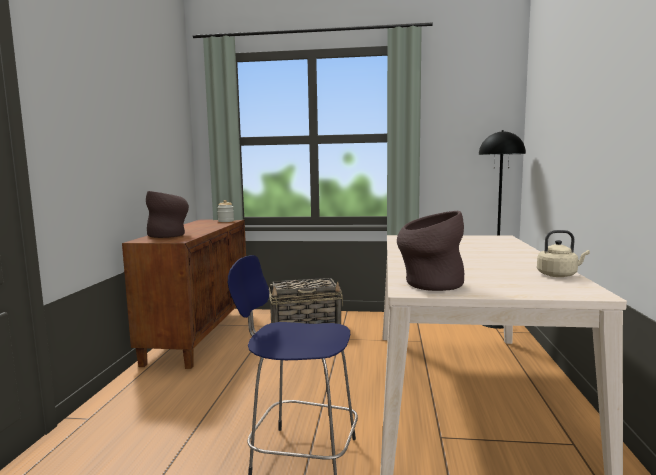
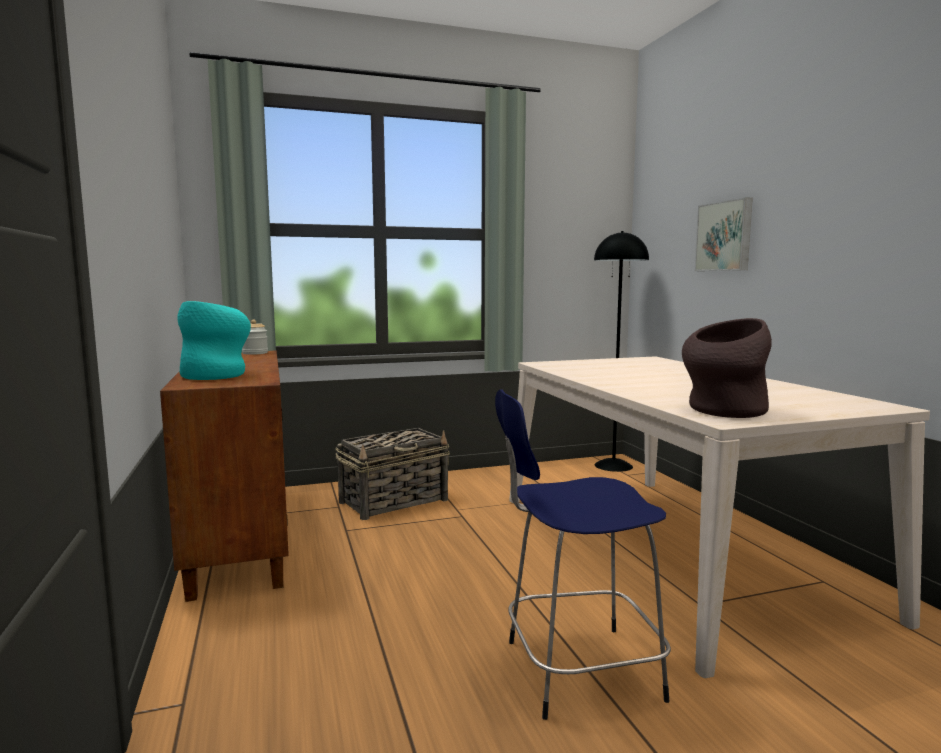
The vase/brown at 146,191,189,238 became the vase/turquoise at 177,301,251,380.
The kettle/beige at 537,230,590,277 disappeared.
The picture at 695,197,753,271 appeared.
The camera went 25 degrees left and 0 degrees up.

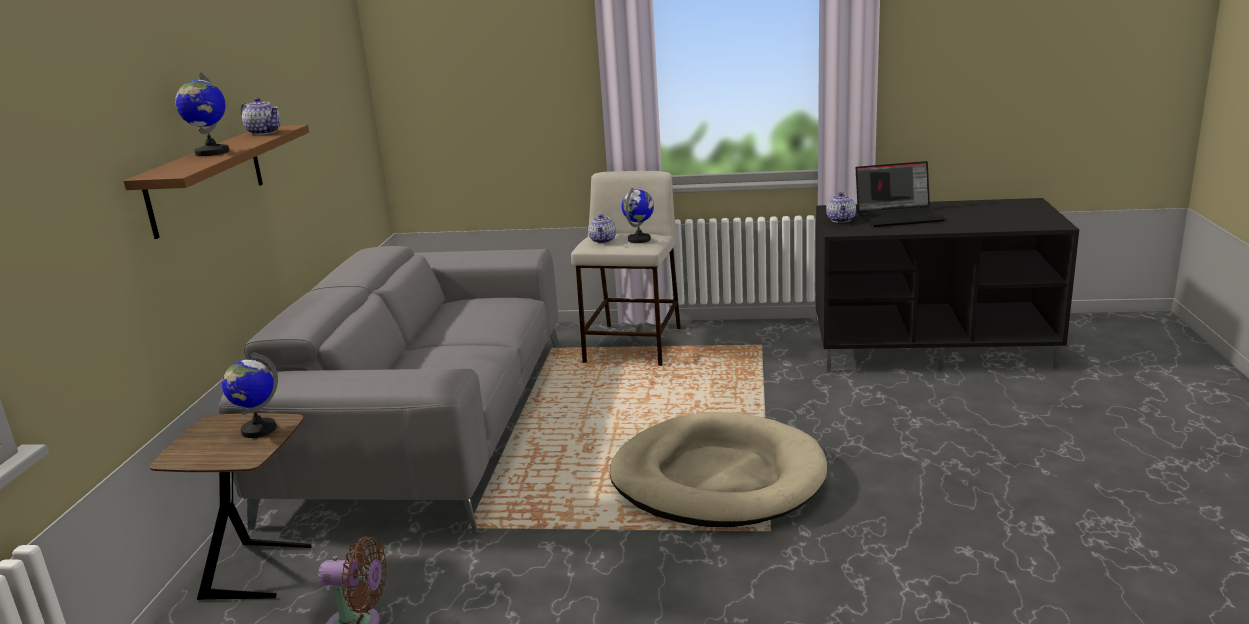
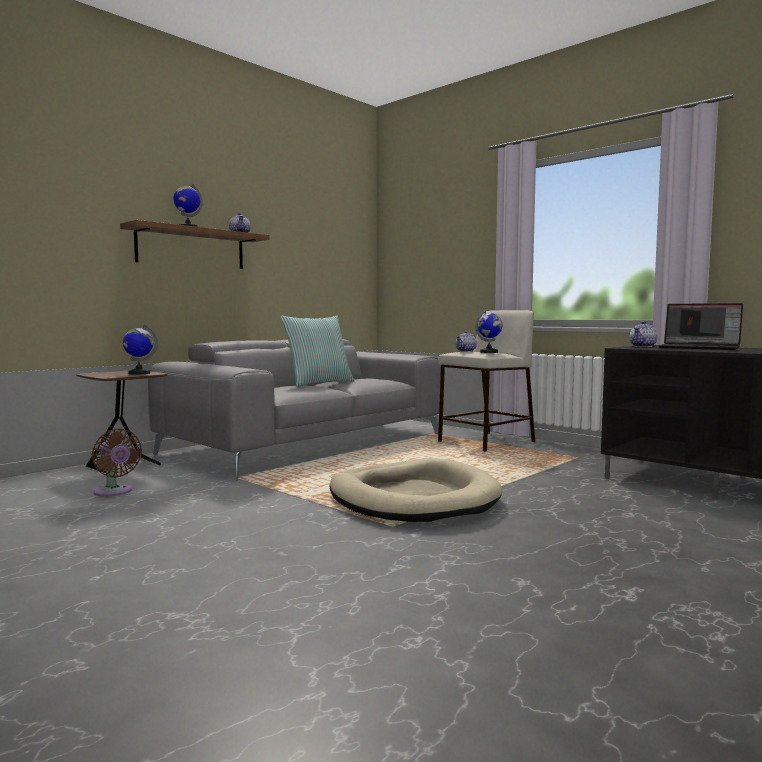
The pillow at 280,315,354,387 appeared.
The camera went 35 degrees right and 15 degrees down.

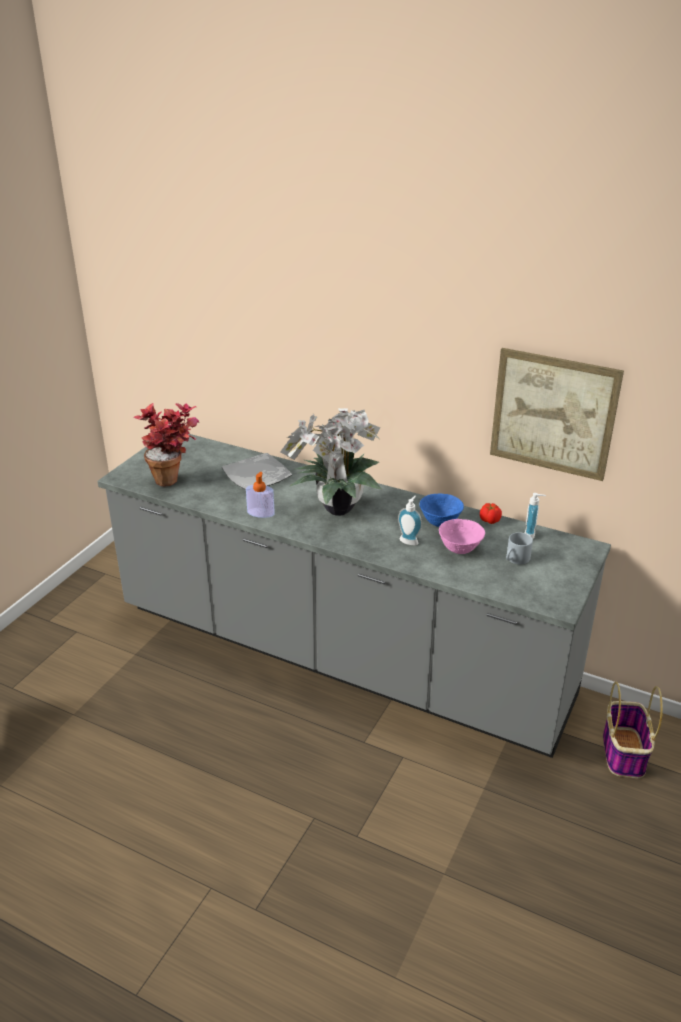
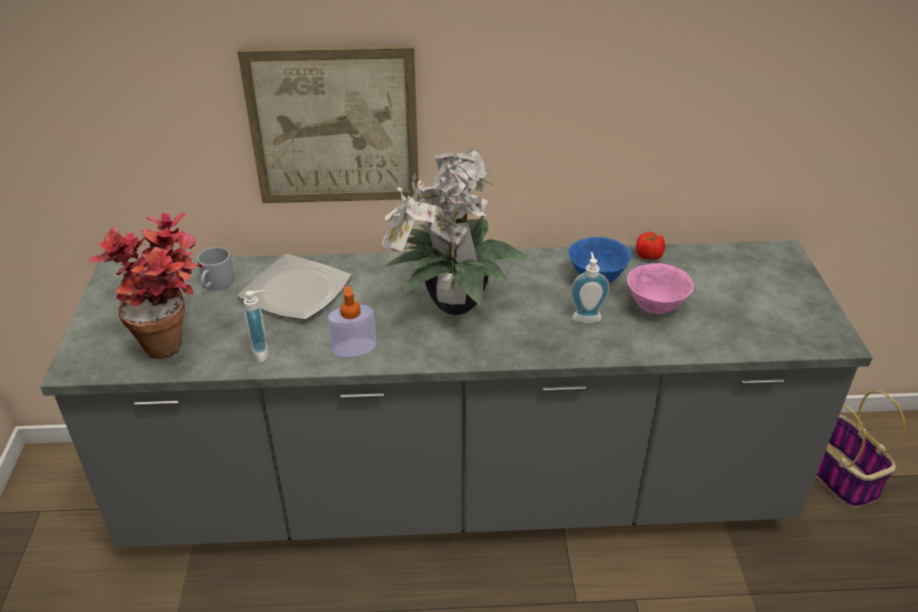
The picture moved from 490,348,624,481 to 238,46,419,203.
The soap dispenser moved from 525,493,546,539 to 244,290,269,362.
The mug/grey moved from 506,532,533,564 to 197,247,235,290.
The camera went 30 degrees left and 5 degrees up.

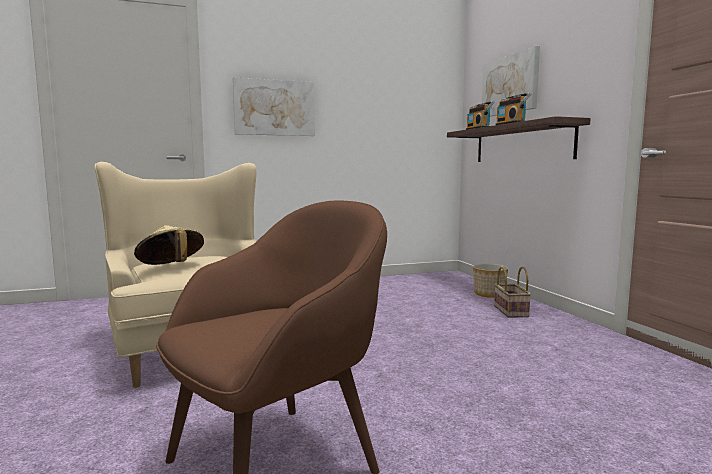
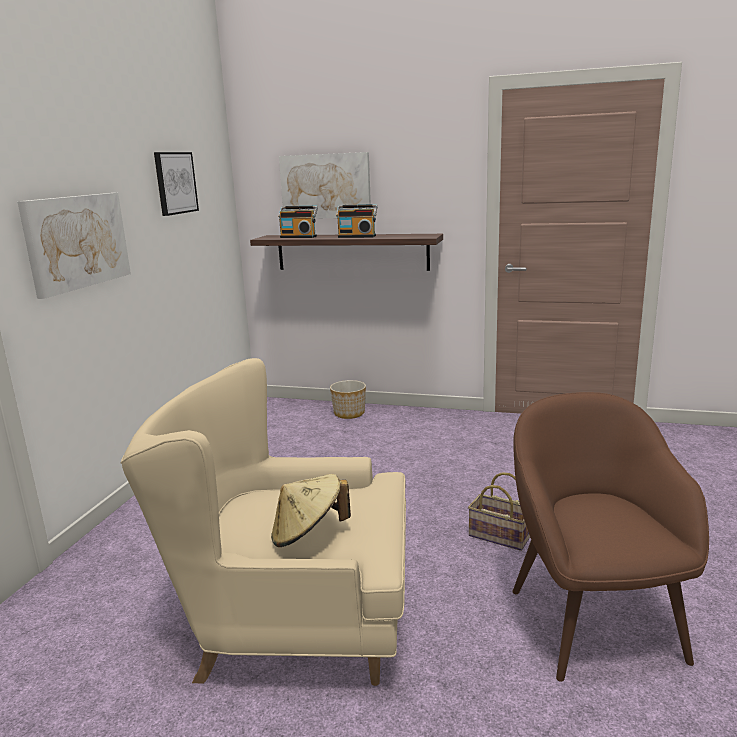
The basket moved from 494,266,531,318 to 468,472,530,551.
The picture at 154,152,199,216 appeared.
The camera went 55 degrees left and 10 degrees up.

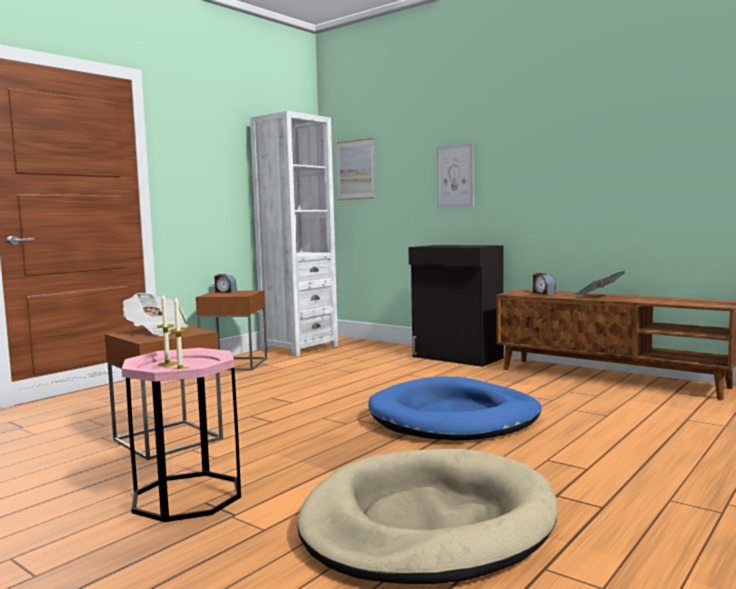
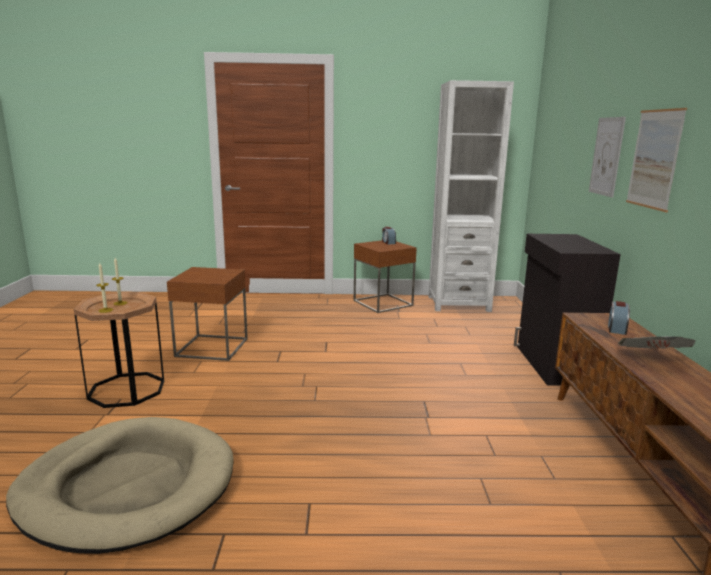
The picture moved from 337,138,375,200 to 626,108,687,212.
The newspaper at 123,293,188,336 disappeared.
The side table/pink at 122,348,241,522 became the side table/brown at 74,292,164,408.
The dog bed/blue at 368,377,542,441 disappeared.
The camera went 50 degrees right and 10 degrees up.

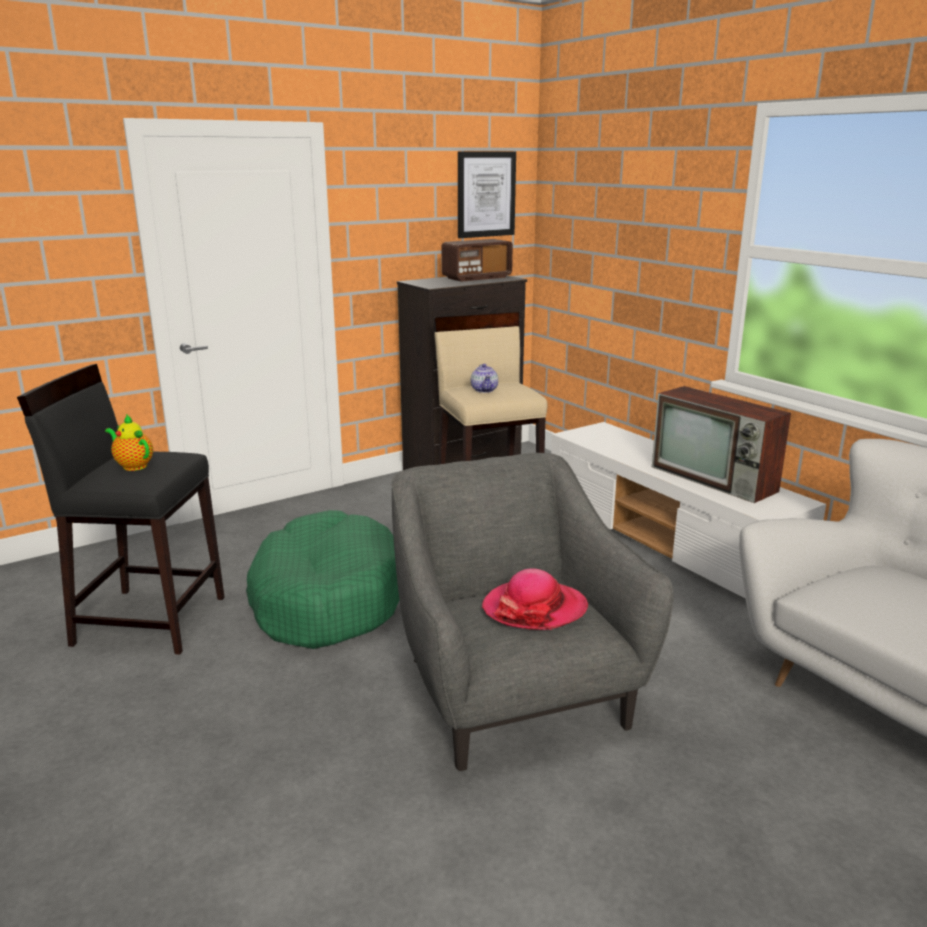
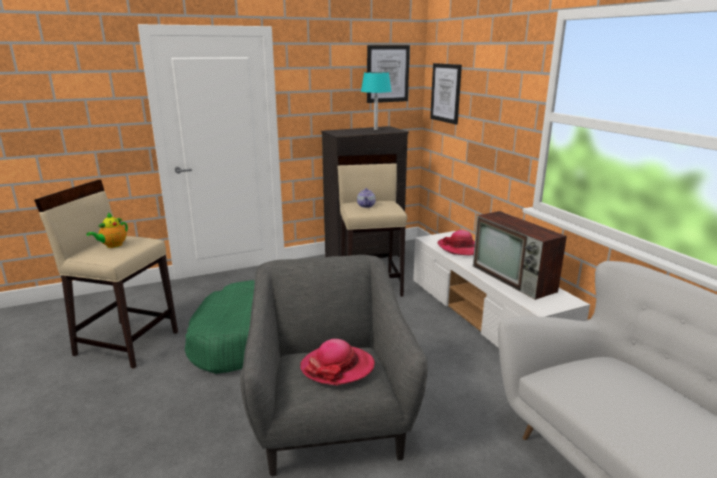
The radio at 441,239,513,282 was replaced by the table lamp/turquoise at 361,72,392,130.
The stool/black at 17,364,225,655 became the stool/beige at 34,179,178,369.
The teapot at 105,414,153,471 turned 105 degrees counterclockwise.
The picture at 430,63,462,125 appeared.
The hat at 437,230,475,255 appeared.
The camera went 10 degrees right and 0 degrees up.

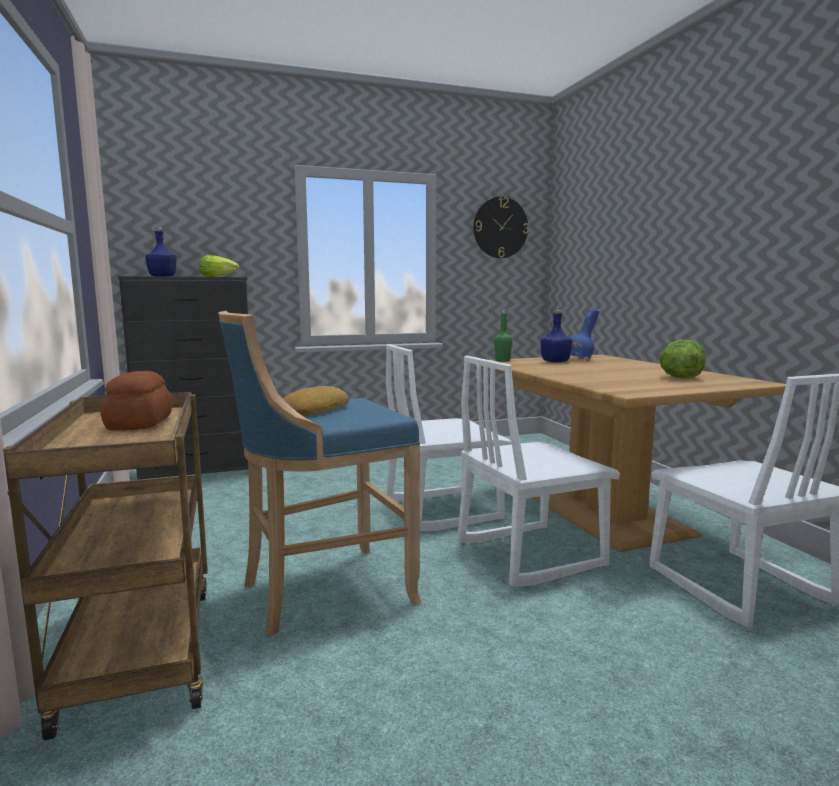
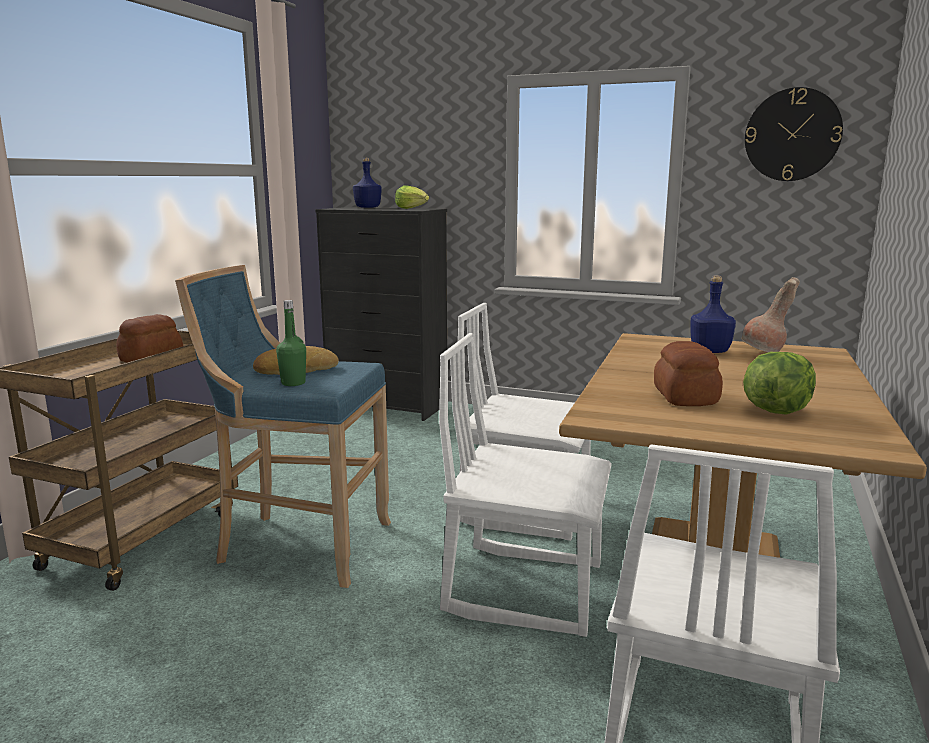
The bottle/green moved from 494,309,512,362 to 276,300,306,386.
The vase/blue at 571,309,600,359 became the vase/brown at 741,277,800,352.
The bread at 654,341,723,406 appeared.
The camera went 40 degrees right and 5 degrees up.

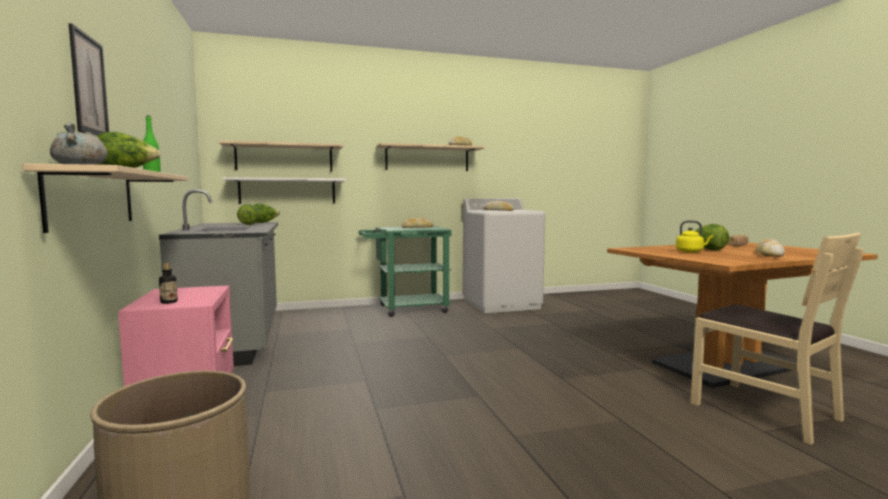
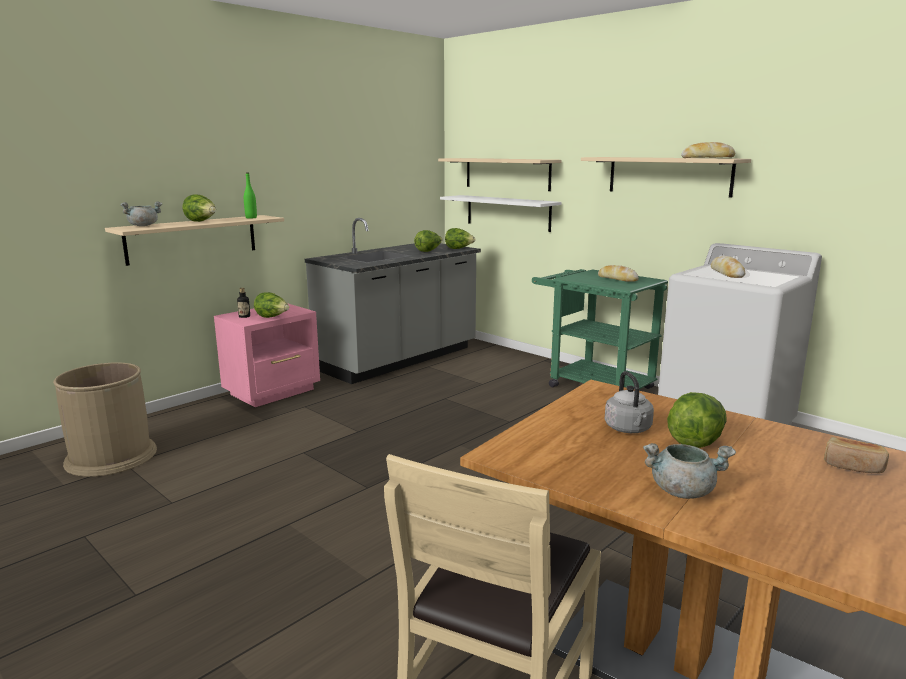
The picture at 69,23,109,136 disappeared.
The kettle/yellow at 676,221,713,253 became the kettle/grey at 605,371,654,433.
The bread at 756,239,785,257 was replaced by the cooking pot/grey at 643,443,736,499.
The lettuce at 254,292,289,318 appeared.
The camera went 60 degrees right and 10 degrees up.

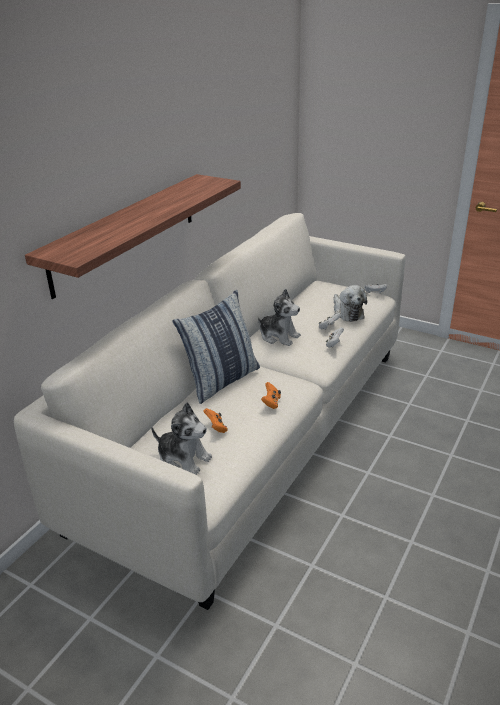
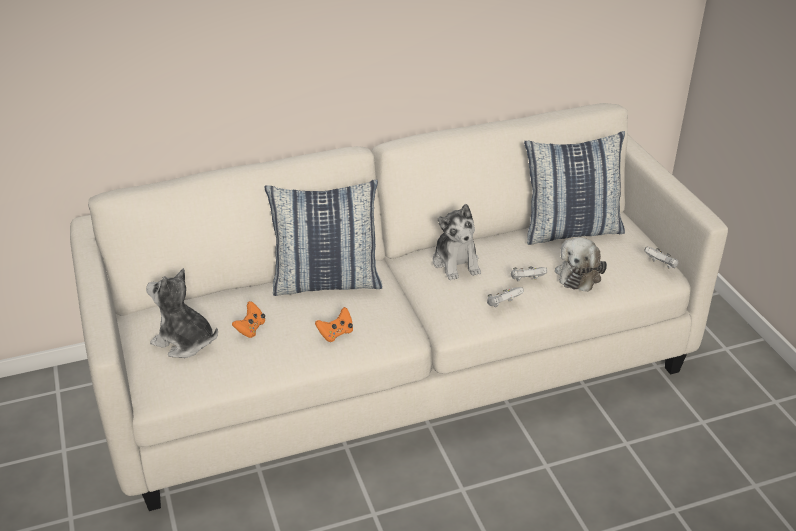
The shelf at 25,174,241,299 disappeared.
The plush toy at 151,402,212,475 turned 135 degrees clockwise.
The pillow at 524,131,625,245 appeared.
The camera went 40 degrees right and 5 degrees up.

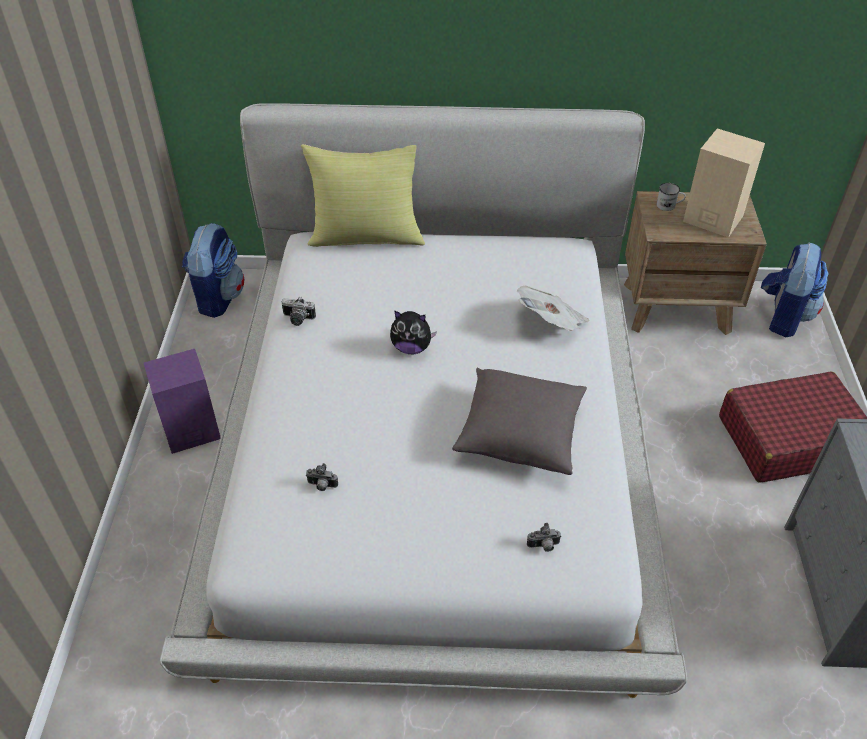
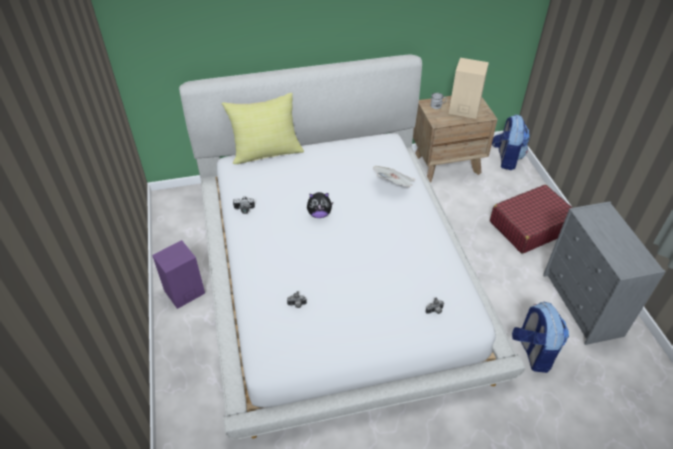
The backpack moved from 182,223,245,318 to 512,302,569,373.
The pillow/grey at 452,368,587,475 disappeared.
The camera went 15 degrees left and 0 degrees up.

